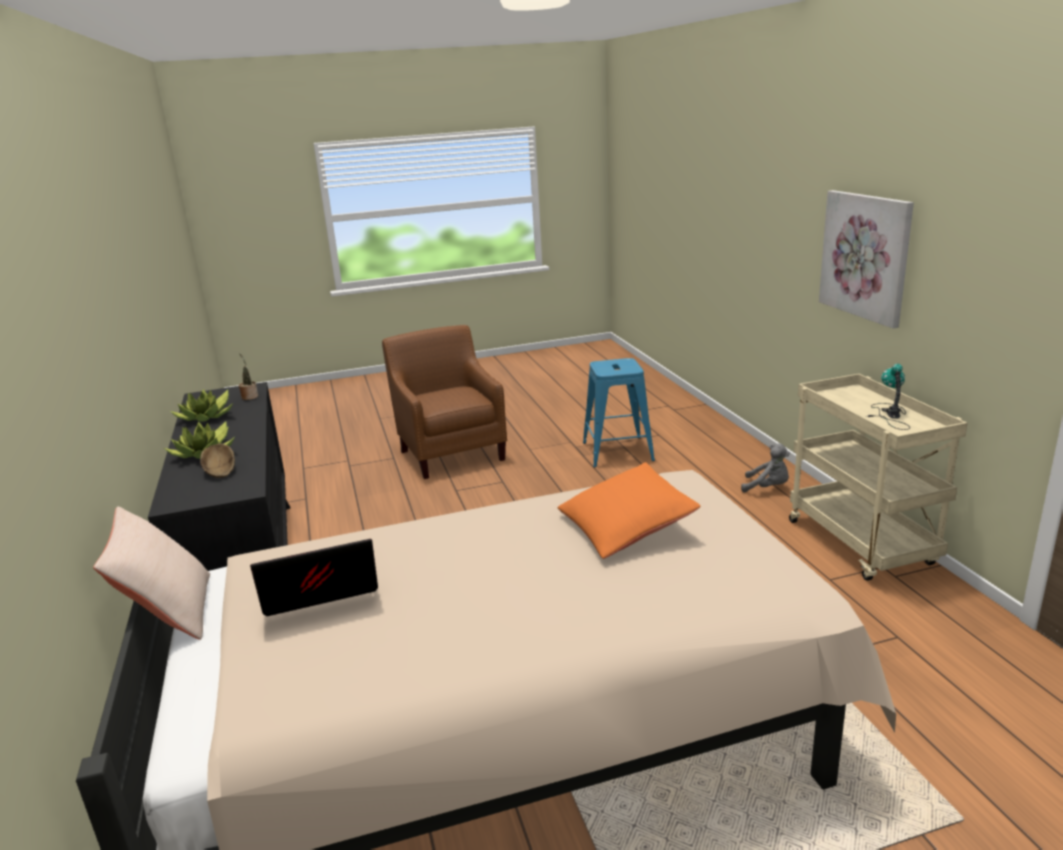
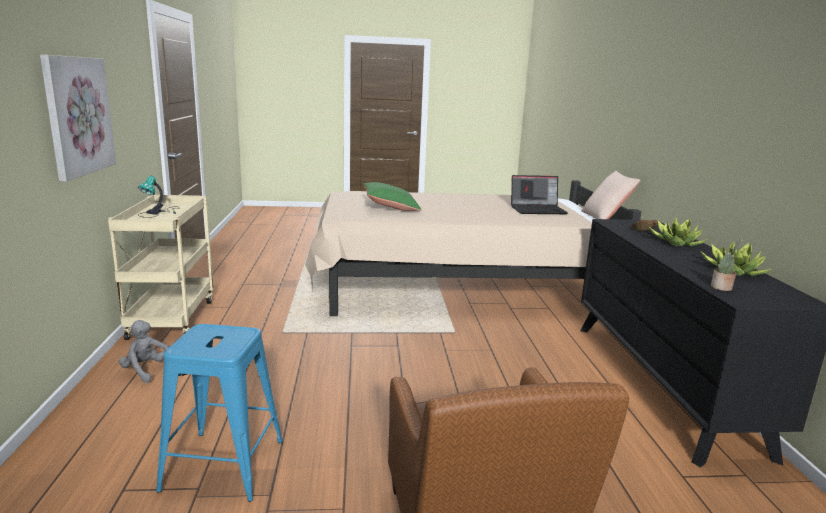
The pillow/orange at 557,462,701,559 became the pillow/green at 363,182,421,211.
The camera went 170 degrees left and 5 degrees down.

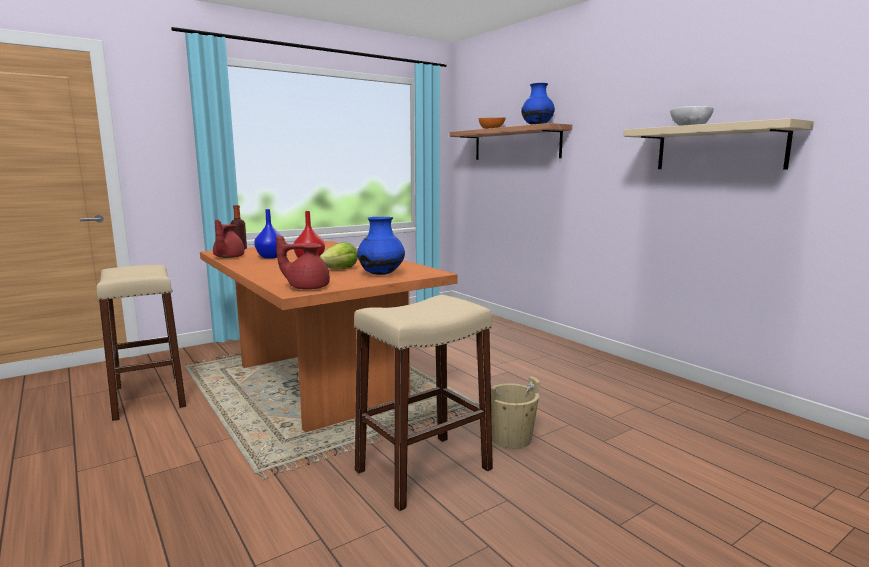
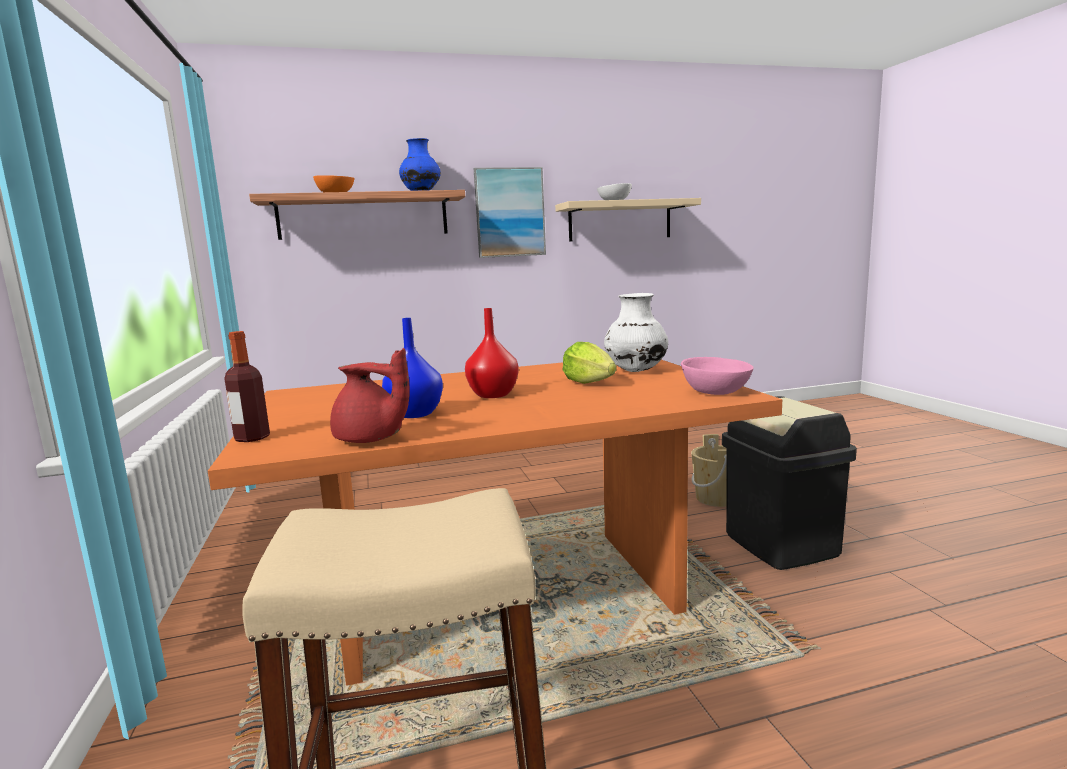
The vase/blue at 357,217,405,275 became the vase/white at 604,293,668,372.
The teapot/red at 276,235,330,290 was replaced by the bowl/pink at 681,357,754,395.
The stool/beige at 354,295,493,511 was replaced by the trash can/black at 722,396,857,570.
The picture at 474,167,546,258 appeared.
The camera went 70 degrees left and 0 degrees up.

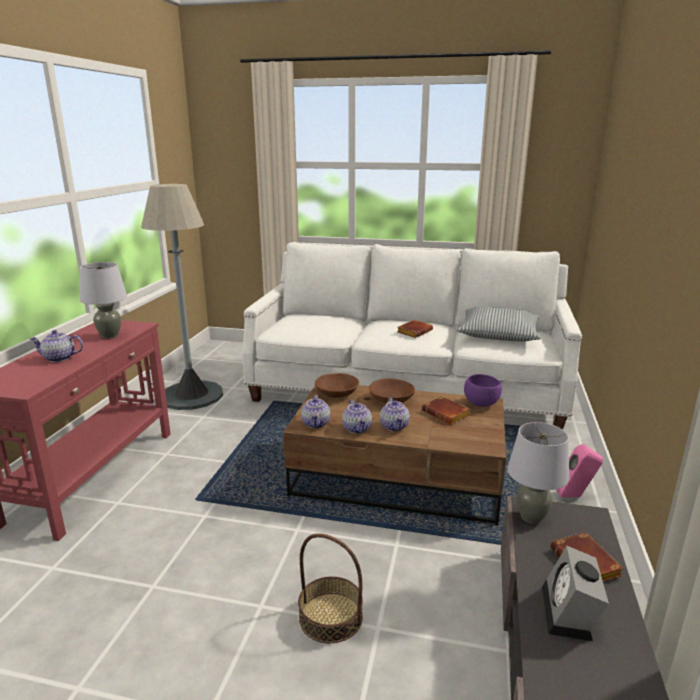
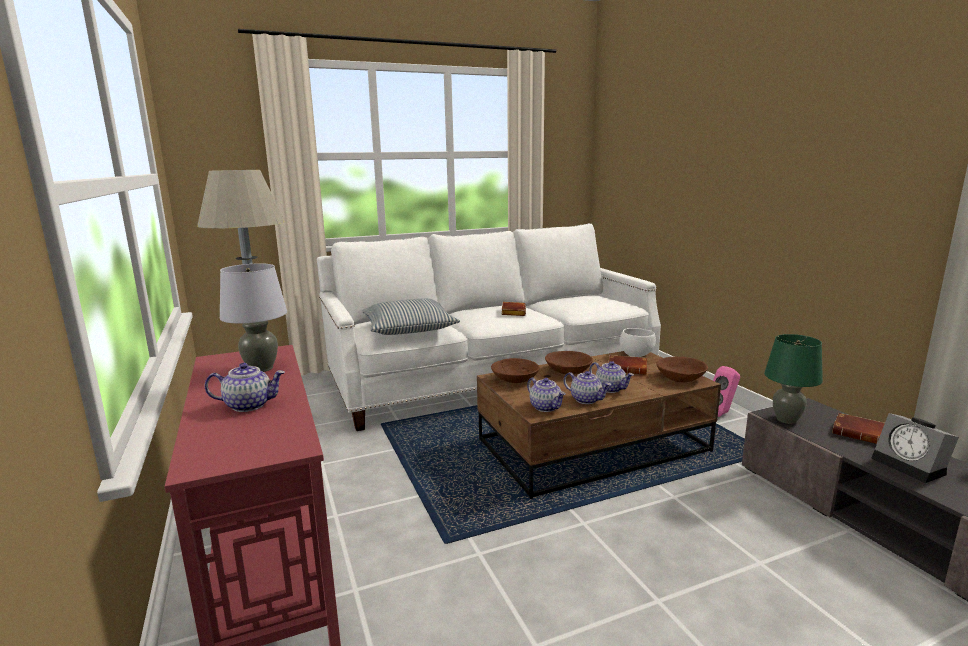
The pillow moved from 456,307,540,342 to 362,298,460,335.
The teapot at 30,330,83,362 turned 150 degrees counterclockwise.
The bowl/purple at 464,374,502,407 became the bowl/white at 620,328,656,357.
The table lamp/grey at 507,422,569,524 became the table lamp/green at 764,334,823,424.
The basket at 298,533,363,643 disappeared.
The bowl/brown at 656,357,708,382 appeared.
The camera went 35 degrees left and 5 degrees down.

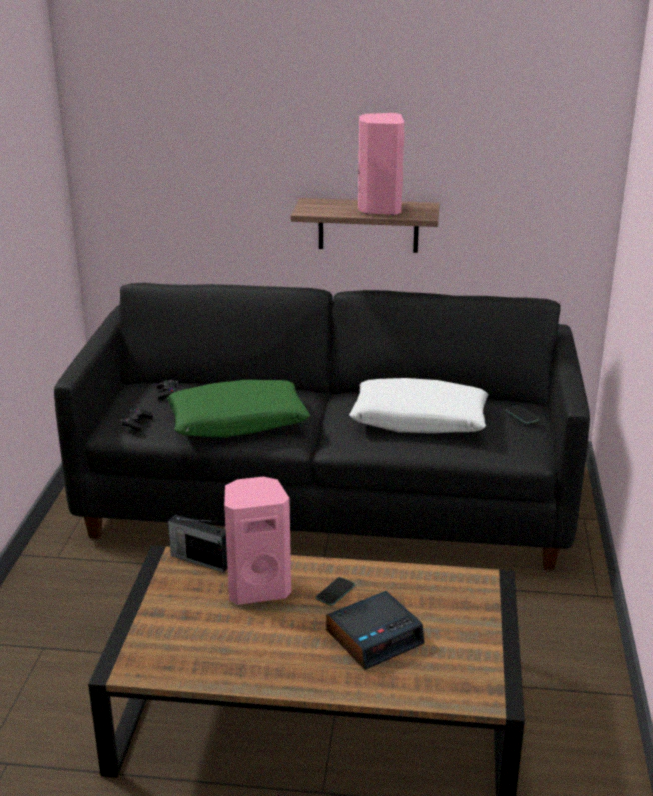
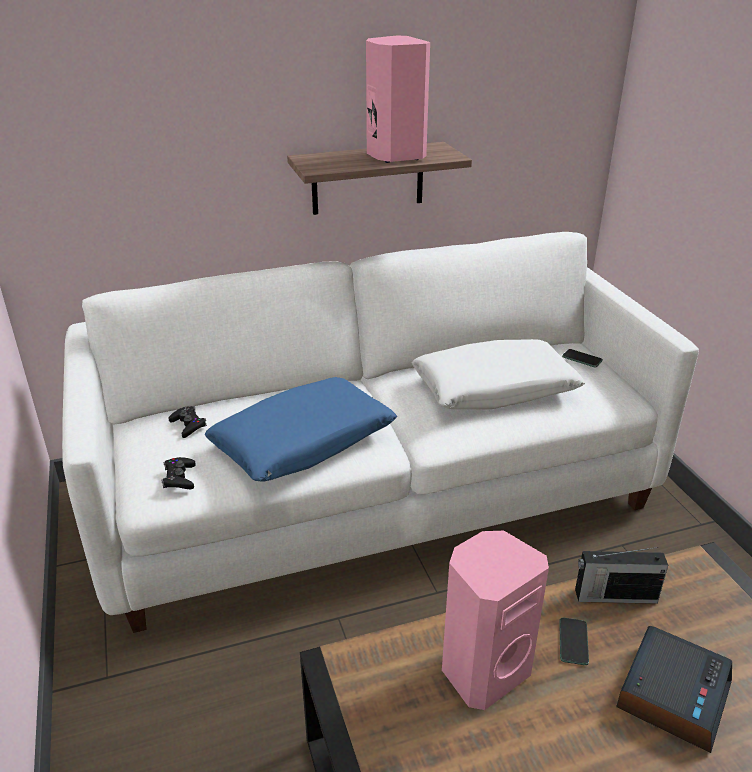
The sofa/black at 54,283,590,570 became the sofa/white at 62,232,699,633.
The pillow/green at 167,380,310,438 became the pillow/blue at 205,377,397,482.
The radio moved from 168,514,228,573 to 575,547,668,604.
The camera went 25 degrees left and 5 degrees up.

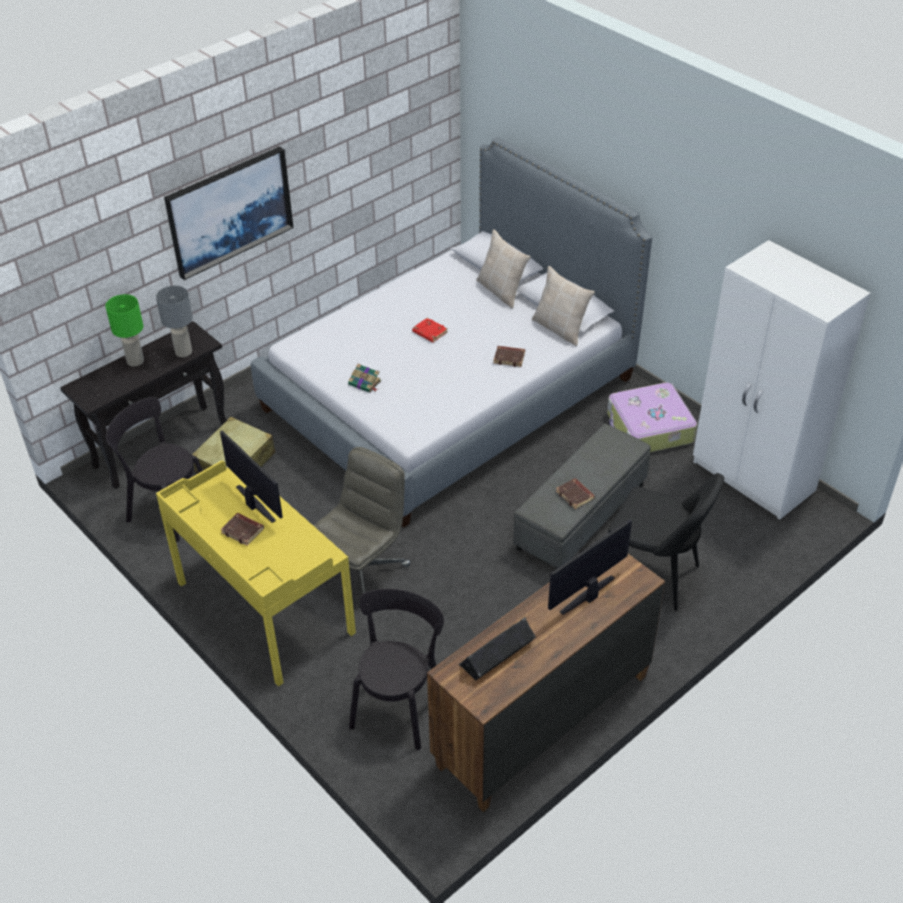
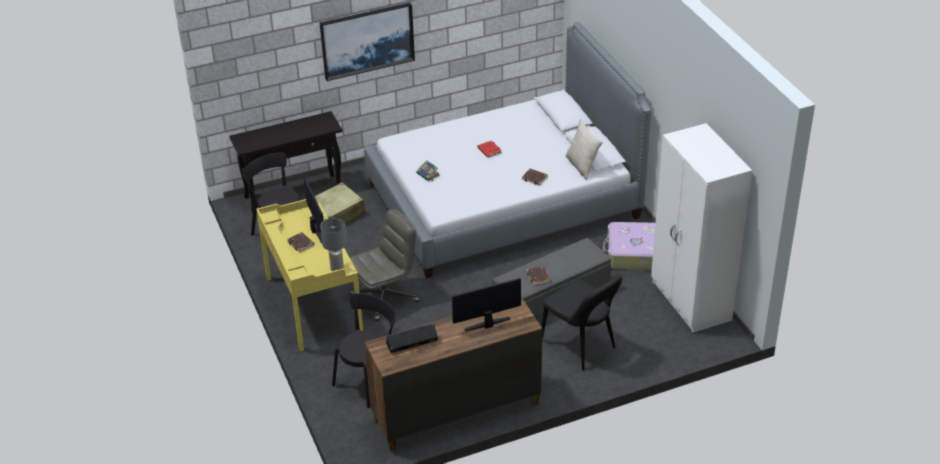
The pillow/beige at 476,229,531,308 disappeared.
The table lamp/grey moved from 156,286,193,357 to 320,218,347,271.
The table lamp/green at 105,294,144,367 disappeared.
The camera went 20 degrees right and 5 degrees down.

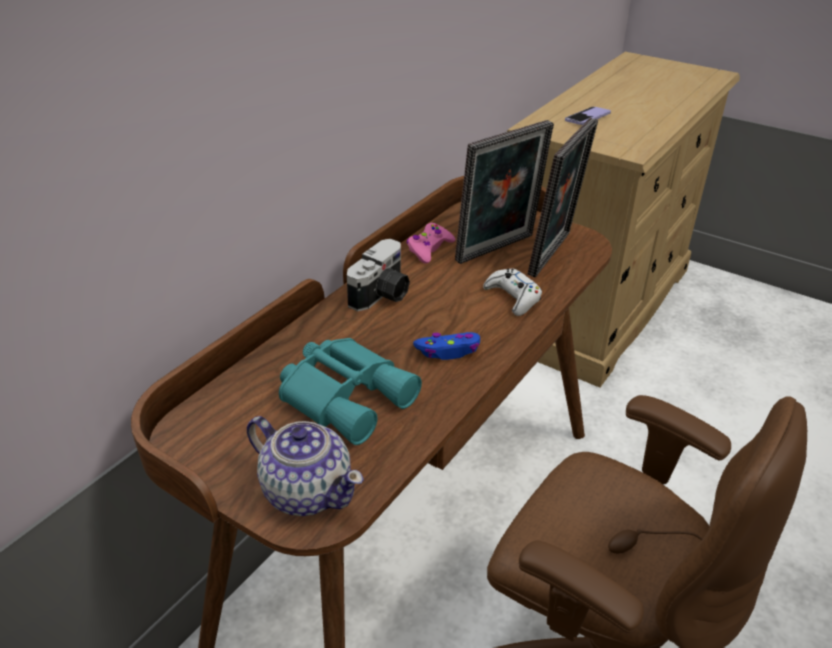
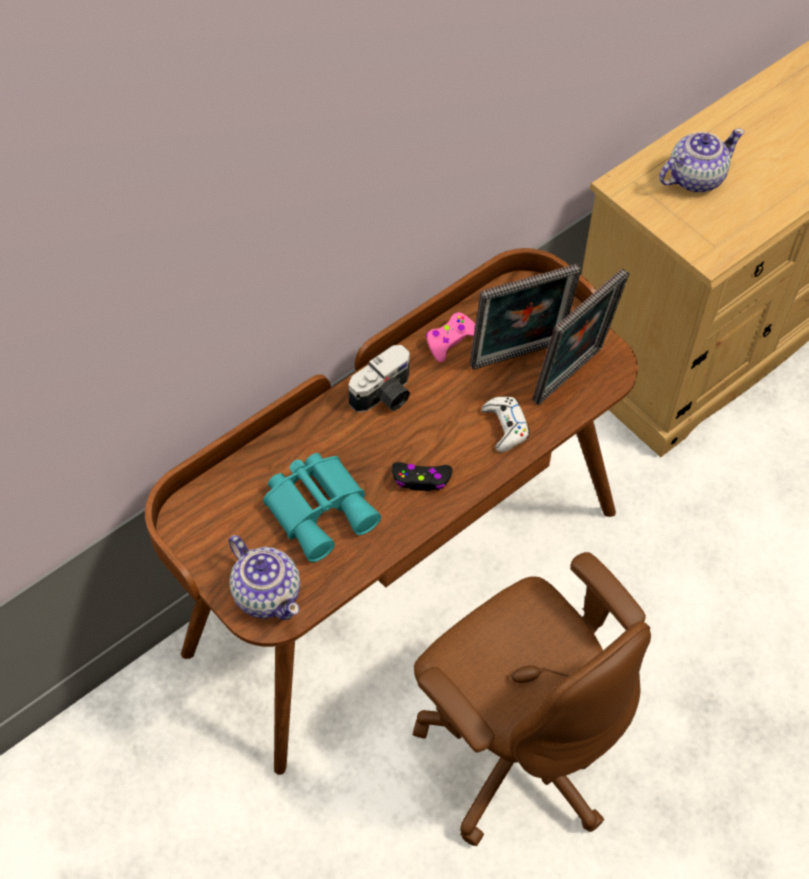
The phone at 565,107,611,125 was replaced by the teapot at 659,128,744,192.
The game controller/blue at 413,332,480,360 became the game controller/black at 392,462,452,491.
The camera went 15 degrees right and 20 degrees up.

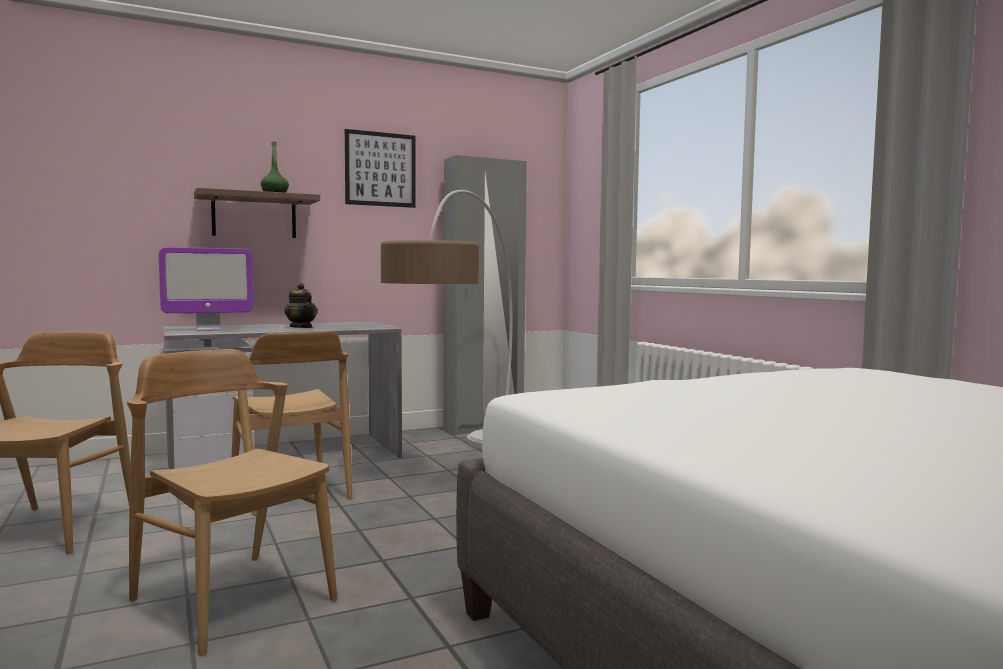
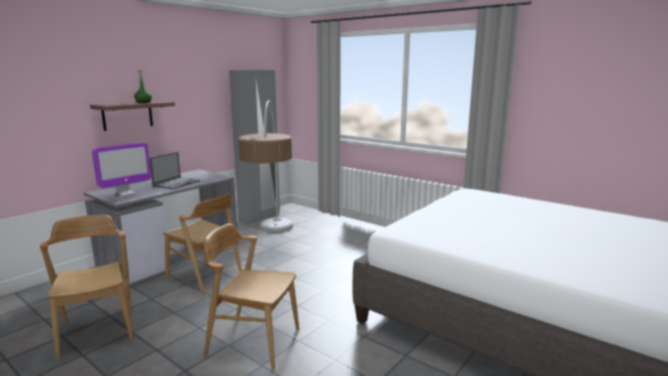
The picture at 345,129,416,208 disappeared.
The teapot at 284,283,318,328 was replaced by the laptop at 149,152,200,190.
The camera went 25 degrees left and 10 degrees up.

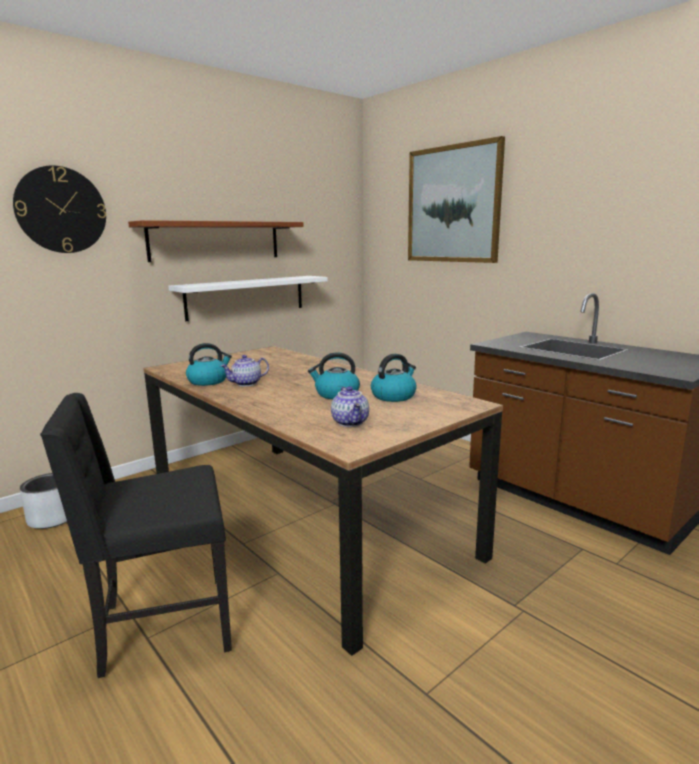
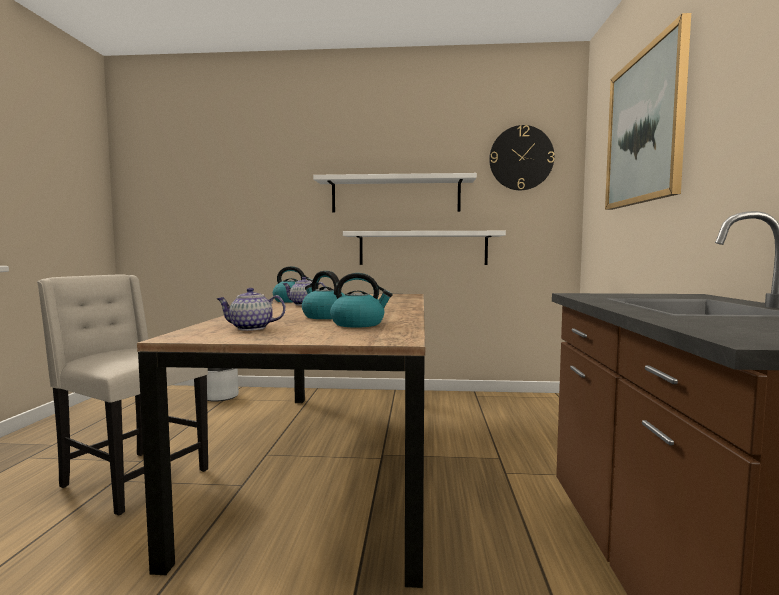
The wall clock moved from 13,165,106,253 to 489,125,554,190.
The shelf/brown at 128,220,304,262 became the shelf/white at 313,173,477,212.
The teapot at 331,386,369,427 turned 60 degrees clockwise.
The chair/black at 40,393,232,678 became the chair/beige at 37,274,208,516.
The camera went 45 degrees right and 10 degrees down.

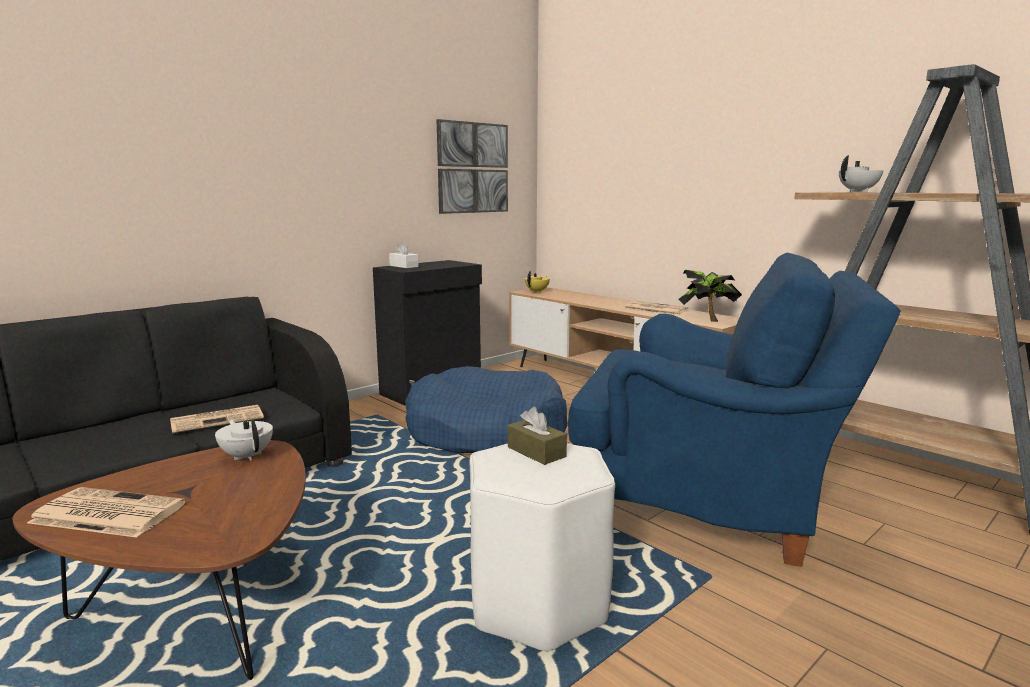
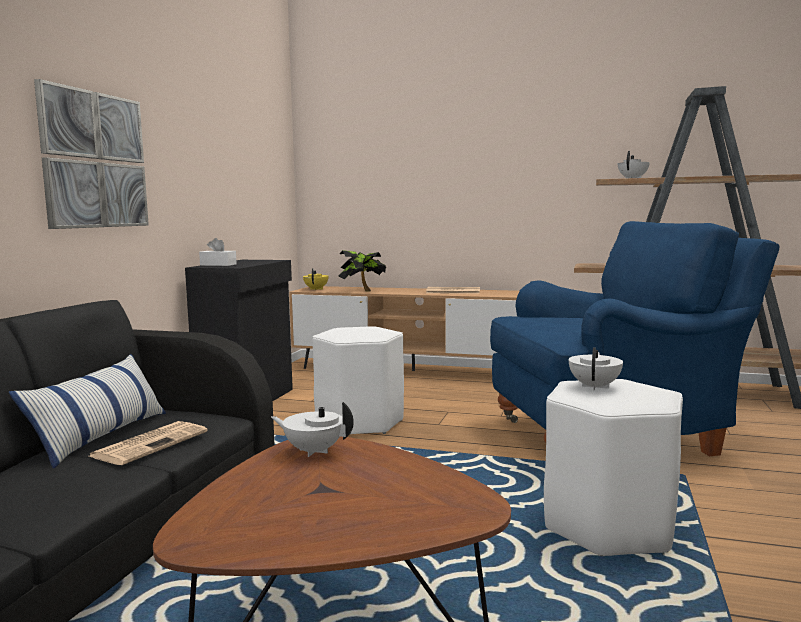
The picture moved from 436,119,508,214 to 34,79,149,229.
The potted plant moved from 678,270,742,322 to 338,250,386,292.
The dog bed/blue at 405,366,568,453 was replaced by the stool/white at 312,326,404,434.
The tissue box/brown at 508,407,567,465 was replaced by the teapot/white at 569,348,623,390.
The newspaper at 27,487,186,538 disappeared.
The pillow at 9,354,166,468 appeared.
The camera went 30 degrees left and 5 degrees down.

